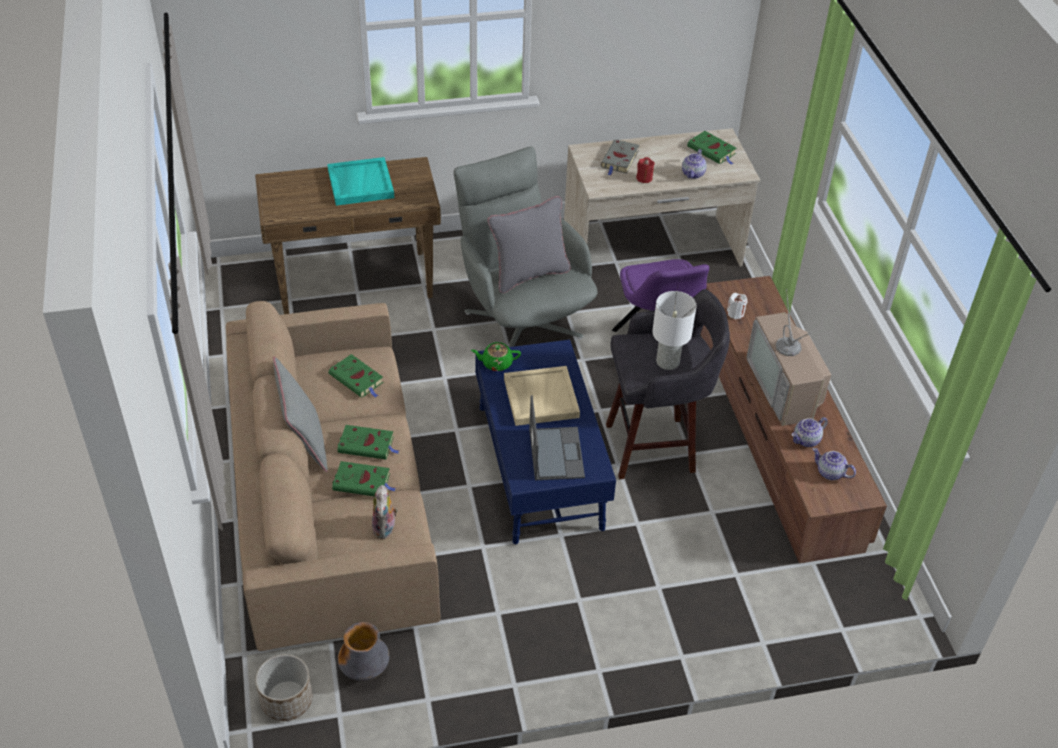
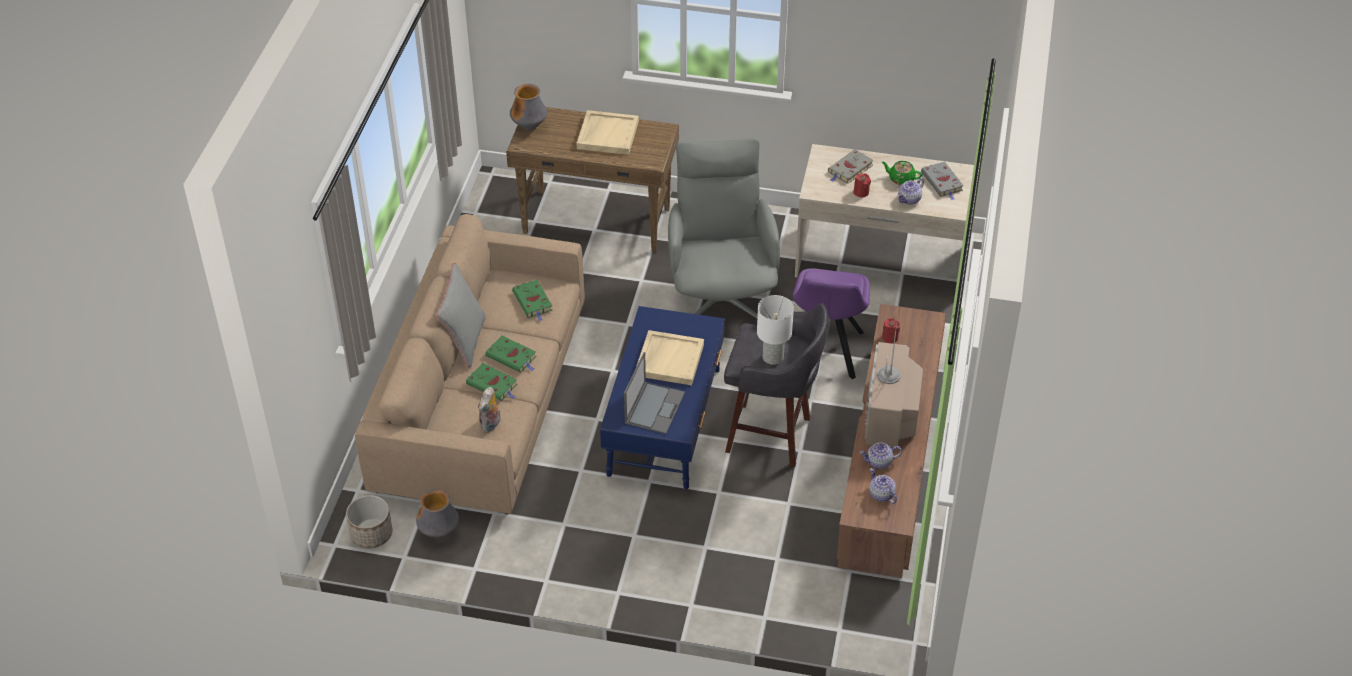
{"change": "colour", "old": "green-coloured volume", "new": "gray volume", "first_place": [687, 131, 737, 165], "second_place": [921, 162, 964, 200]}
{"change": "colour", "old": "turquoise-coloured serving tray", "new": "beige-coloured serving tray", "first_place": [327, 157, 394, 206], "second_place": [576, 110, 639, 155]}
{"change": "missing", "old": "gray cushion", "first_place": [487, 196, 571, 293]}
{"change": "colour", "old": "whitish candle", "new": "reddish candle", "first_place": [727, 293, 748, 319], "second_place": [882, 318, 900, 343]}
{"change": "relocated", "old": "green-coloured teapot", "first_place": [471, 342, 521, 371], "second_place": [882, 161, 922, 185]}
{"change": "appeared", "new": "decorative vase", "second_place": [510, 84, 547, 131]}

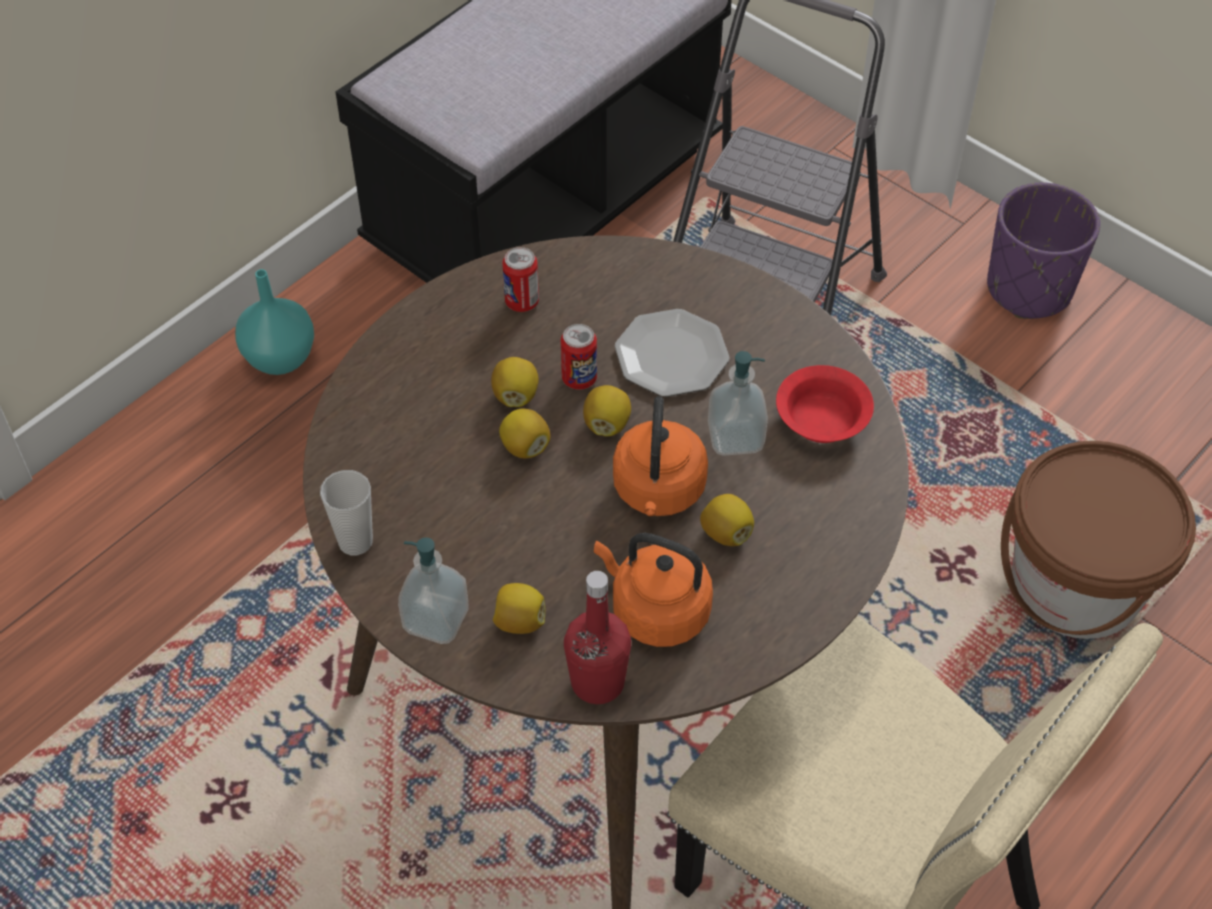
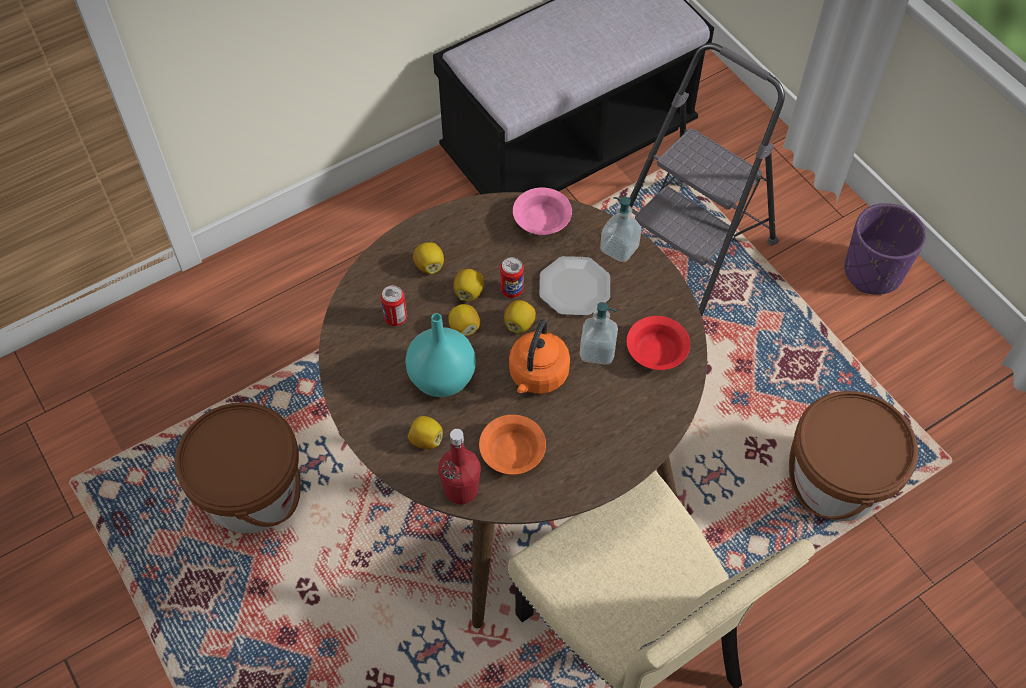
{"change": "relocated", "old": "can", "first_place": [502, 247, 539, 312], "second_place": [381, 285, 407, 326]}
{"change": "relocated", "old": "turquoise-coloured decorative vase", "first_place": [235, 269, 314, 375], "second_place": [405, 313, 476, 397]}
{"change": "missing", "old": "drinking cup", "first_place": [320, 470, 373, 555]}
{"change": "relocated", "old": "whole lemon", "first_place": [700, 494, 754, 546], "second_place": [413, 242, 444, 274]}
{"change": "exchanged", "old": "orange kettle", "new": "orange serving bowl", "first_place": [594, 533, 713, 647], "second_place": [479, 415, 546, 475]}
{"change": "relocated", "old": "soap dispenser", "first_place": [398, 537, 469, 644], "second_place": [600, 197, 642, 262]}
{"change": "appeared", "new": "pink serving bowl", "second_place": [513, 188, 572, 235]}
{"change": "appeared", "new": "brownish water bucket", "second_place": [175, 402, 301, 533]}

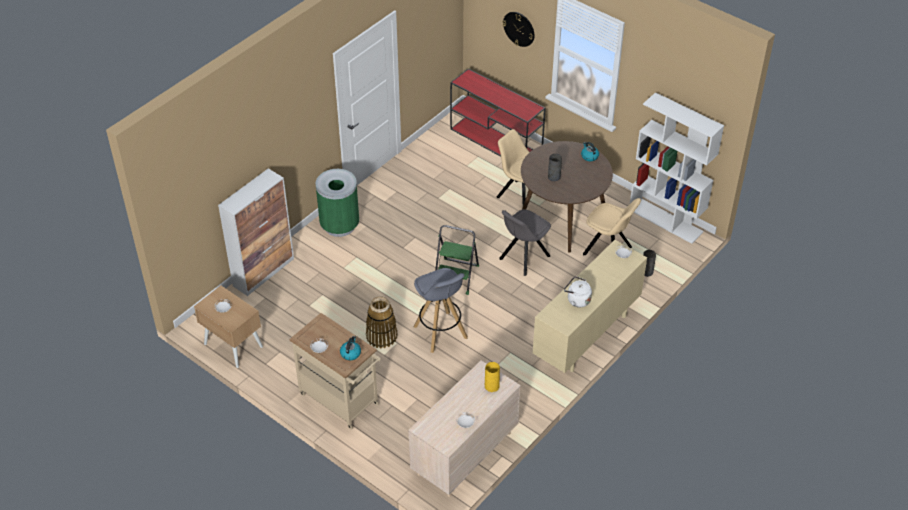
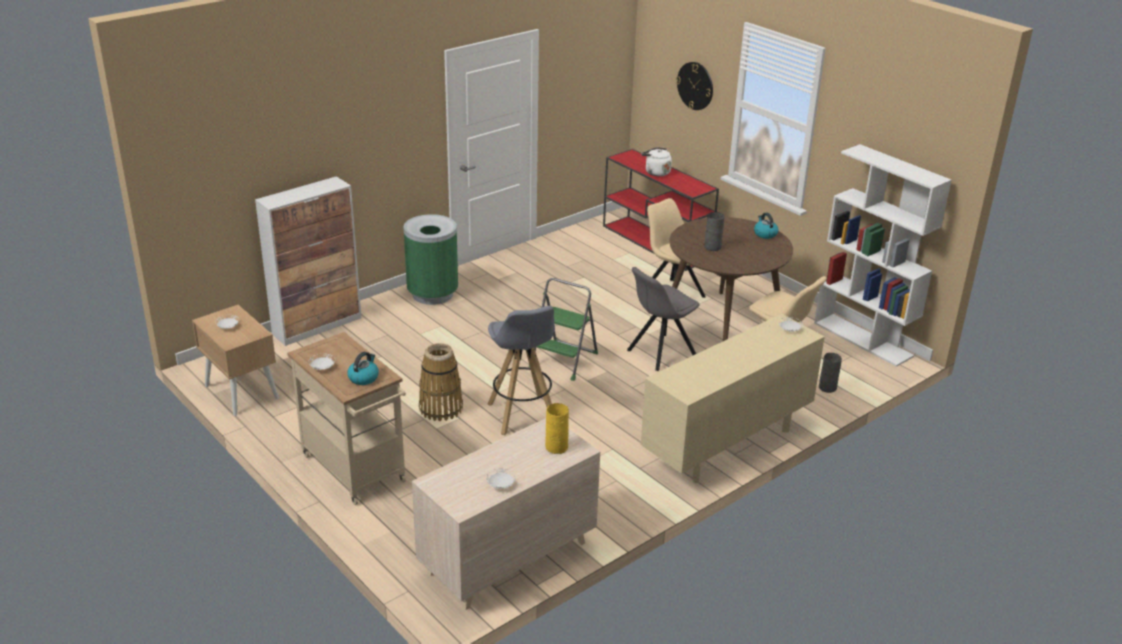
{"change": "relocated", "old": "whitish kettle", "first_place": [564, 276, 592, 307], "second_place": [642, 147, 672, 176]}

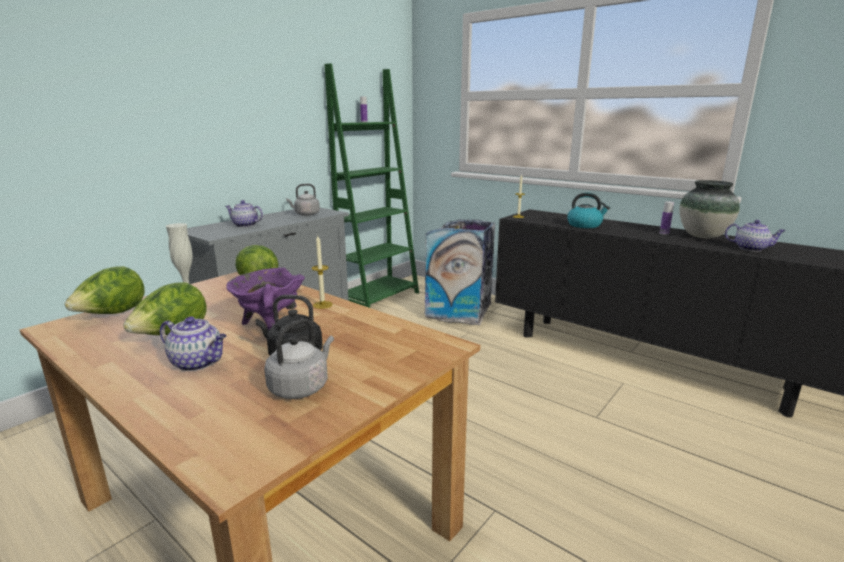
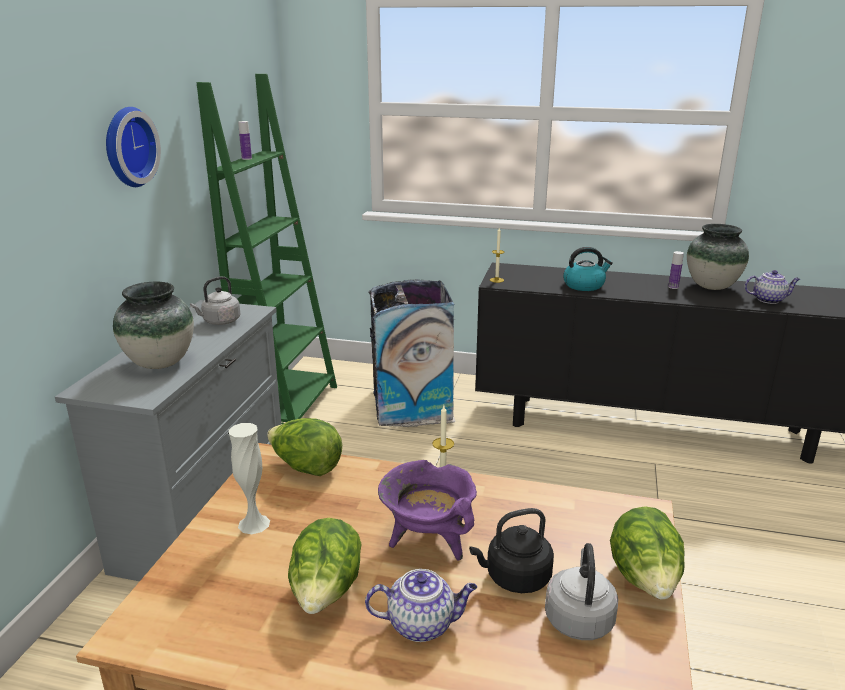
{"change": "exchanged", "old": "teapot", "new": "decorative vase", "first_place": [225, 200, 263, 227], "second_place": [113, 282, 194, 369]}
{"change": "relocated", "old": "head of lettuce", "first_place": [65, 266, 145, 314], "second_place": [610, 506, 685, 600]}
{"change": "appeared", "new": "wall clock", "second_place": [106, 107, 161, 187]}

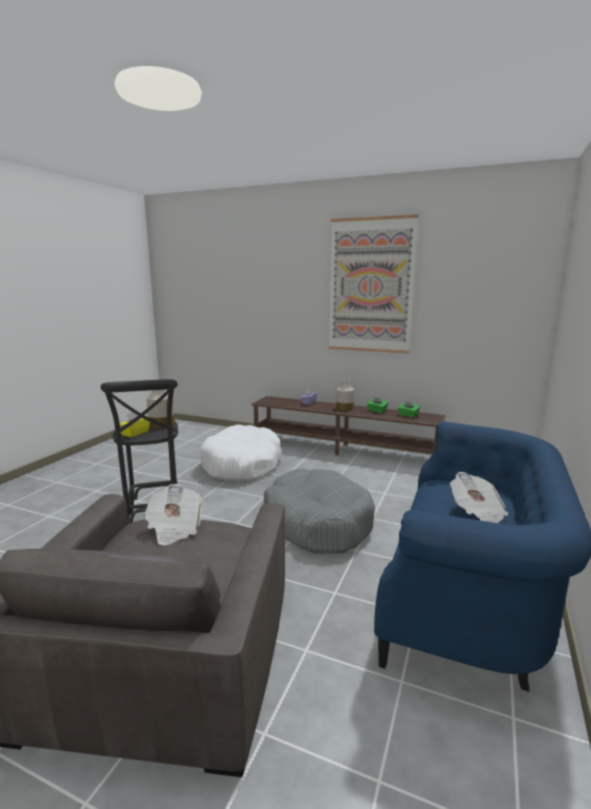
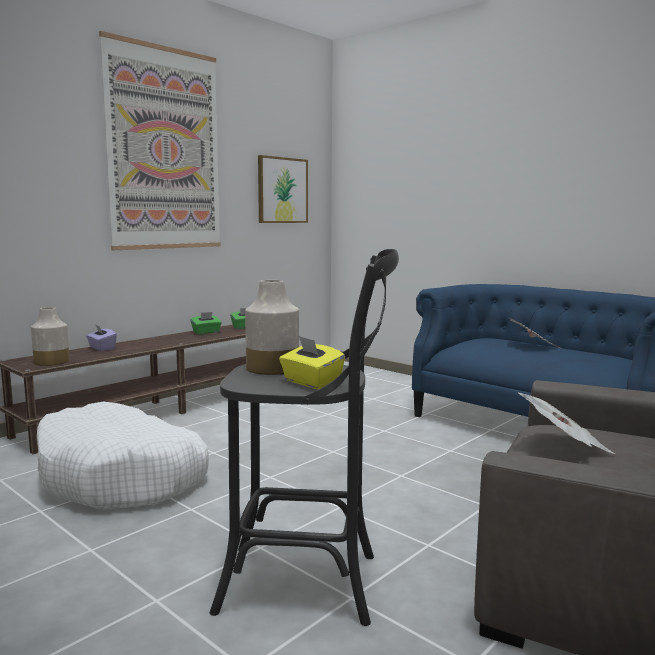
{"change": "relocated", "old": "beige-coloured decorative vase", "first_place": [336, 379, 354, 411], "second_place": [31, 307, 70, 366]}
{"change": "missing", "old": "gray pet bed", "first_place": [264, 468, 375, 554]}
{"change": "appeared", "new": "wall picture", "second_place": [258, 155, 308, 223]}

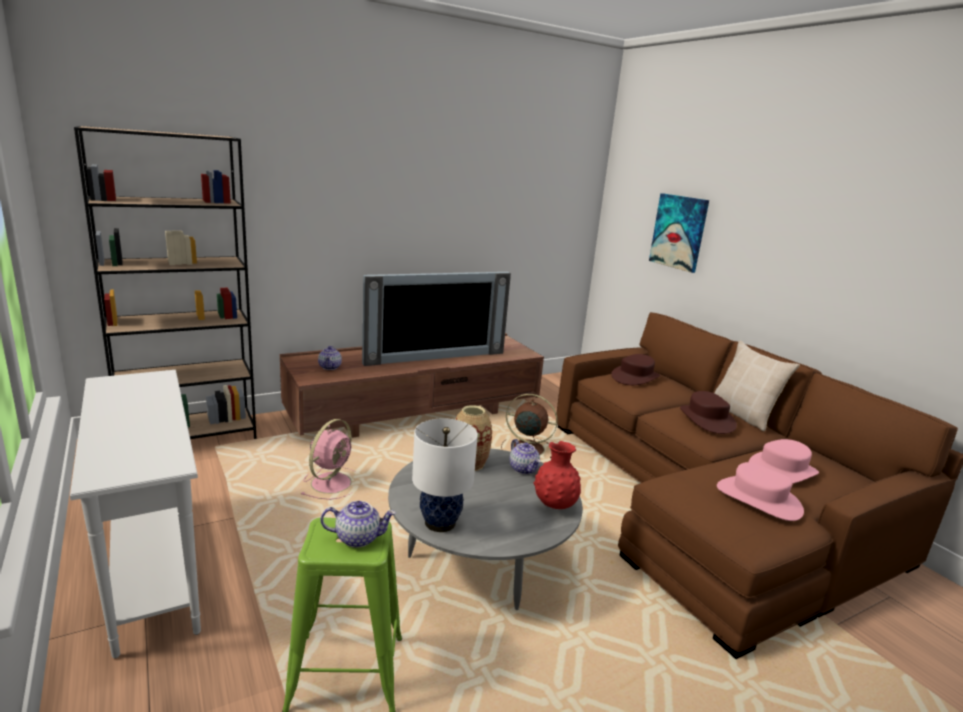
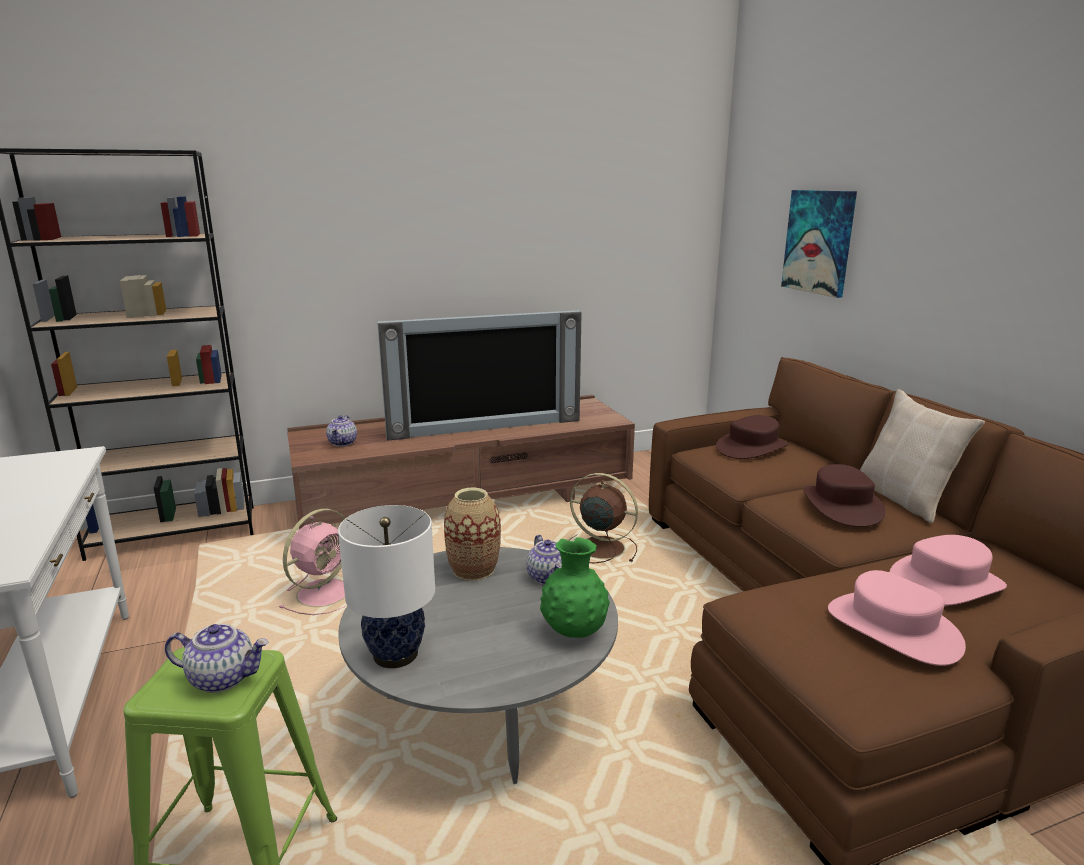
{"change": "colour", "old": "reddish decorative vase", "new": "green-coloured decorative vase", "first_place": [533, 441, 581, 509], "second_place": [540, 537, 610, 638]}

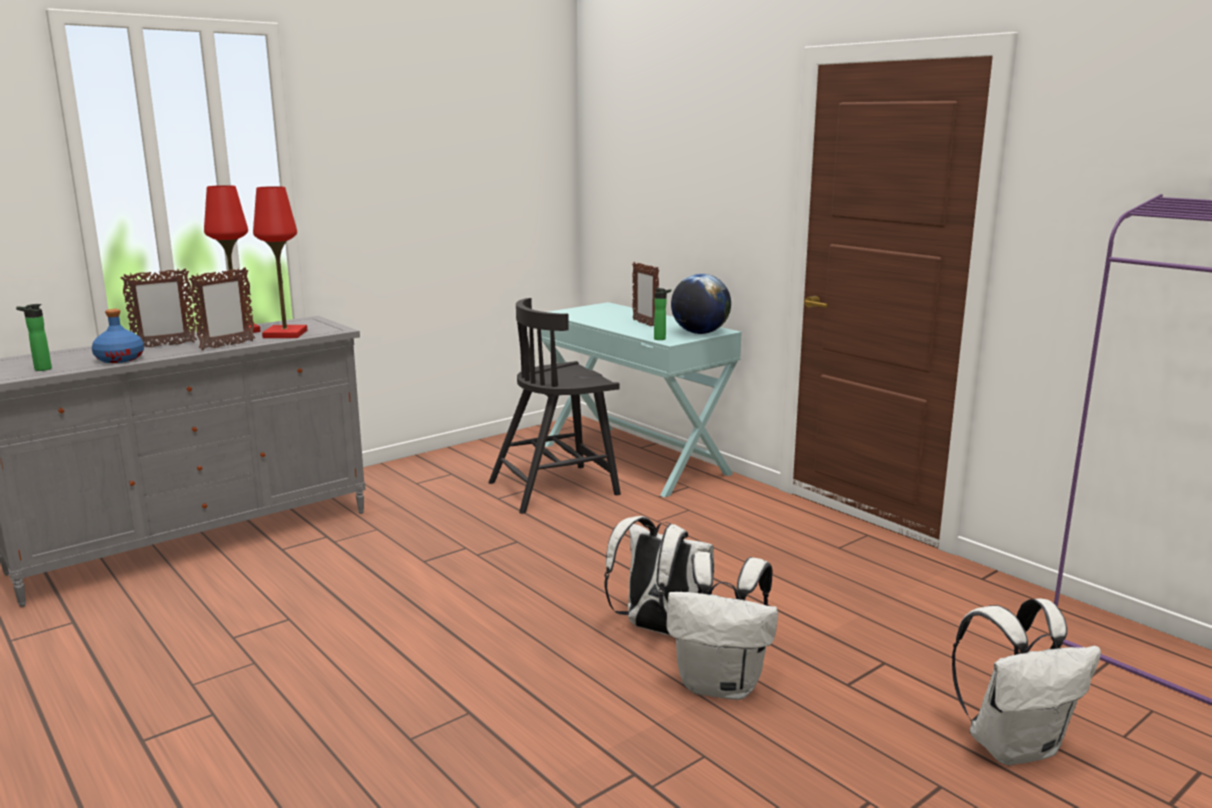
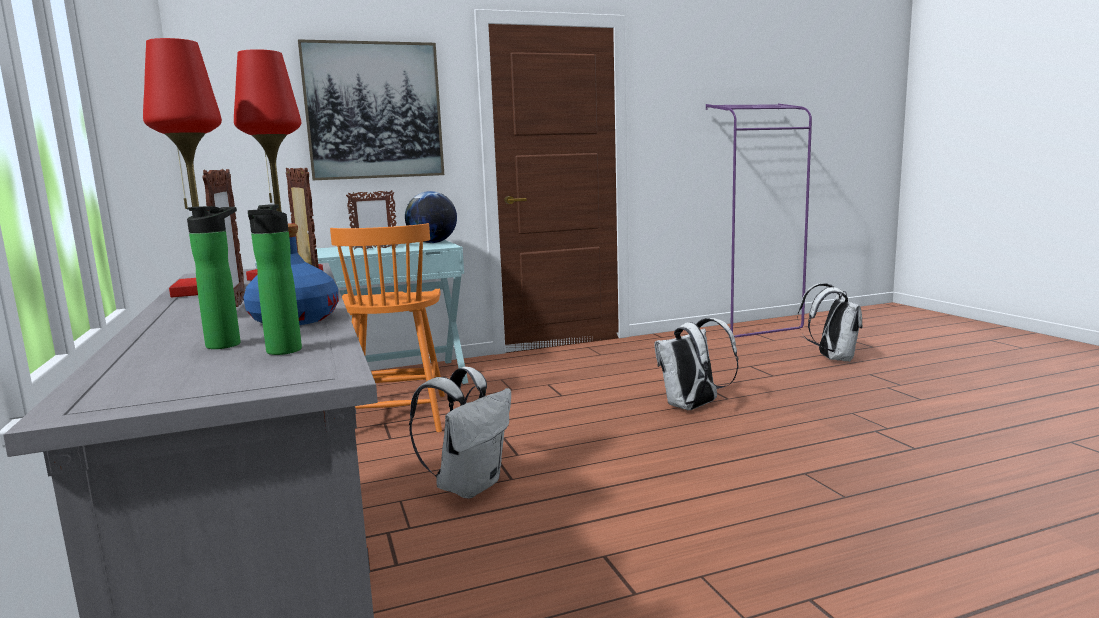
{"change": "relocated", "old": "beverage bottle", "first_place": [654, 288, 671, 340], "second_place": [187, 206, 241, 349]}
{"change": "colour", "old": "black-coloured plain chair", "new": "orange plain chair", "first_place": [488, 298, 621, 514], "second_place": [330, 223, 445, 432]}
{"change": "relocated", "old": "whitish rucksack", "first_place": [666, 552, 778, 700], "second_place": [409, 367, 511, 498]}
{"change": "appeared", "new": "wall picture", "second_place": [298, 40, 444, 180]}

